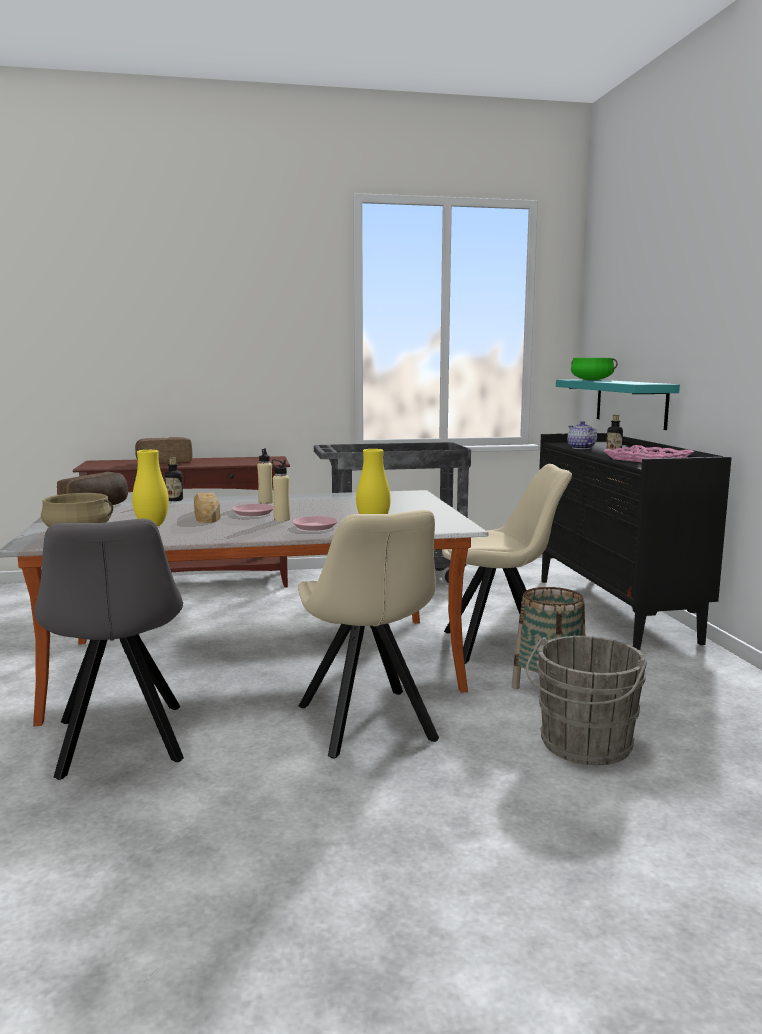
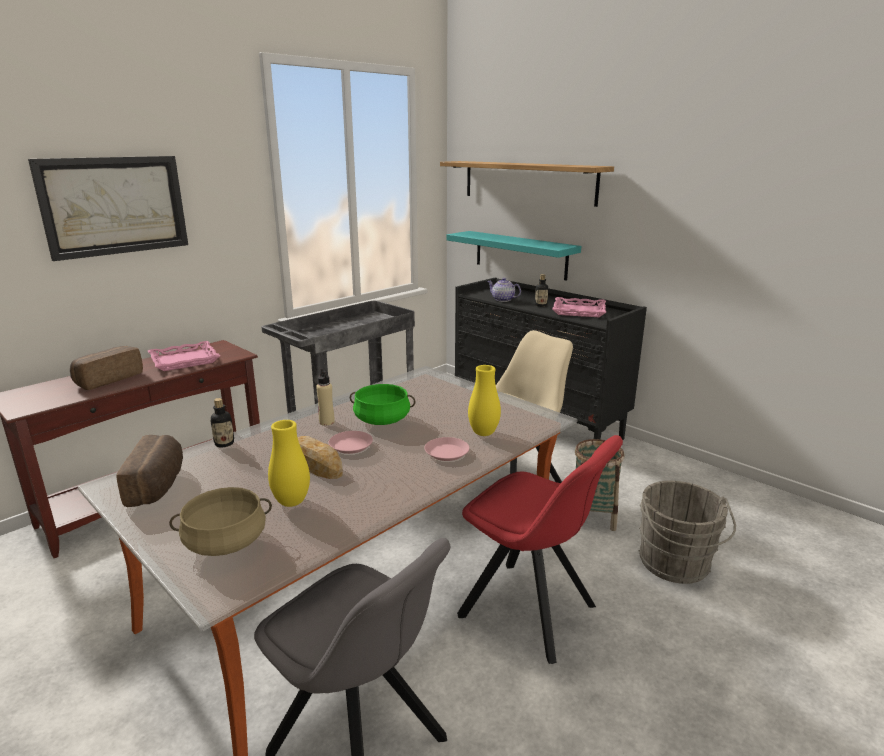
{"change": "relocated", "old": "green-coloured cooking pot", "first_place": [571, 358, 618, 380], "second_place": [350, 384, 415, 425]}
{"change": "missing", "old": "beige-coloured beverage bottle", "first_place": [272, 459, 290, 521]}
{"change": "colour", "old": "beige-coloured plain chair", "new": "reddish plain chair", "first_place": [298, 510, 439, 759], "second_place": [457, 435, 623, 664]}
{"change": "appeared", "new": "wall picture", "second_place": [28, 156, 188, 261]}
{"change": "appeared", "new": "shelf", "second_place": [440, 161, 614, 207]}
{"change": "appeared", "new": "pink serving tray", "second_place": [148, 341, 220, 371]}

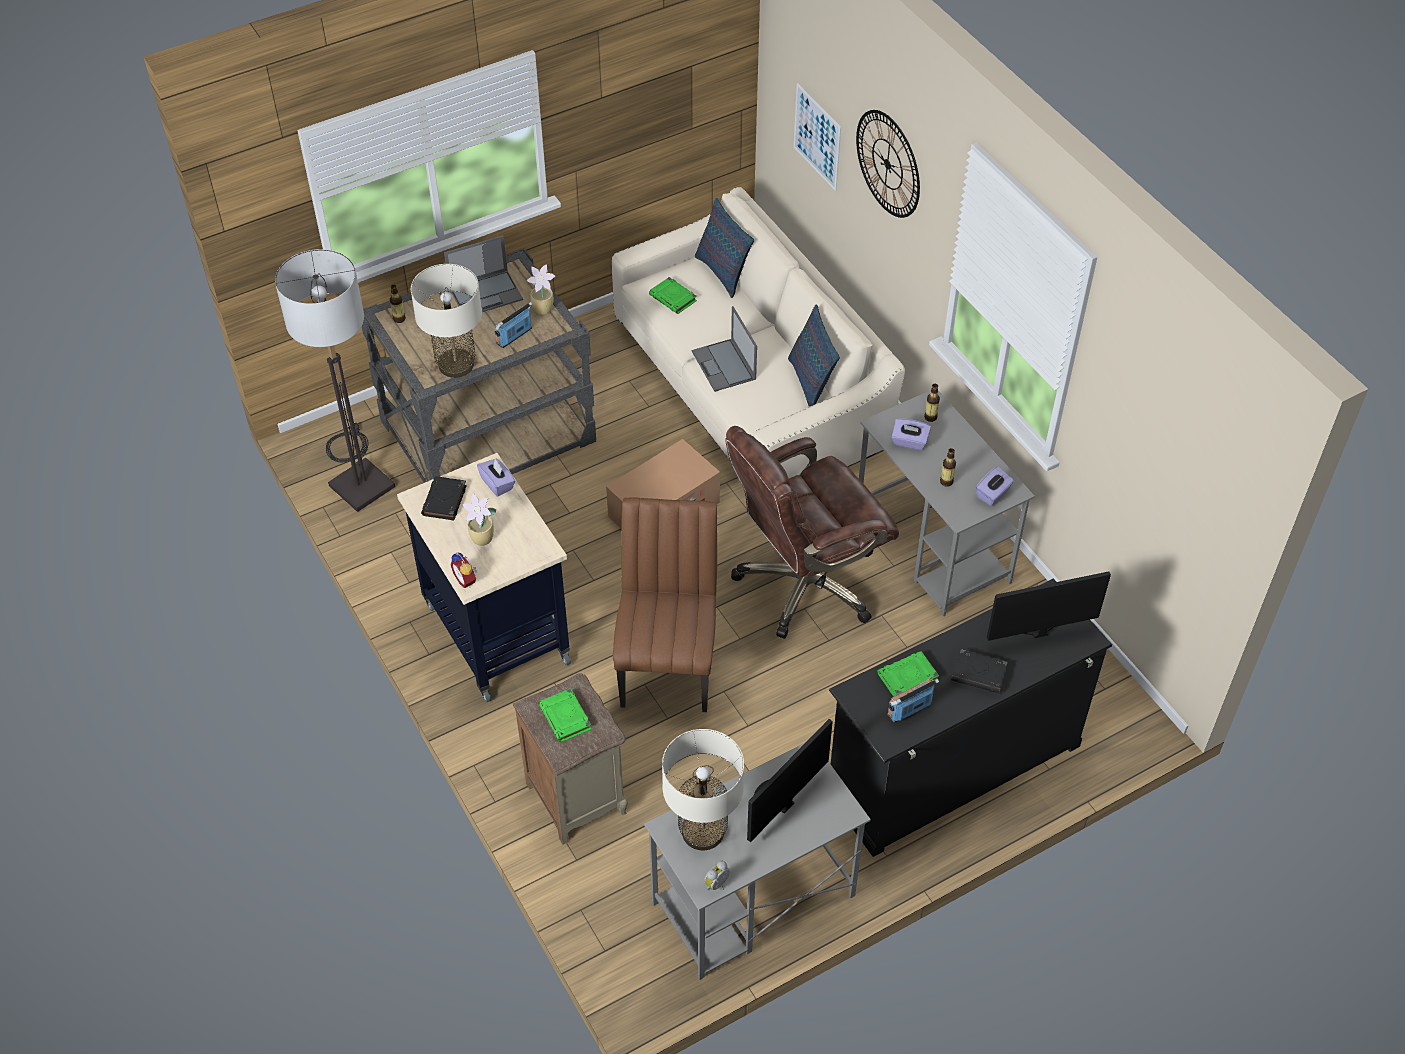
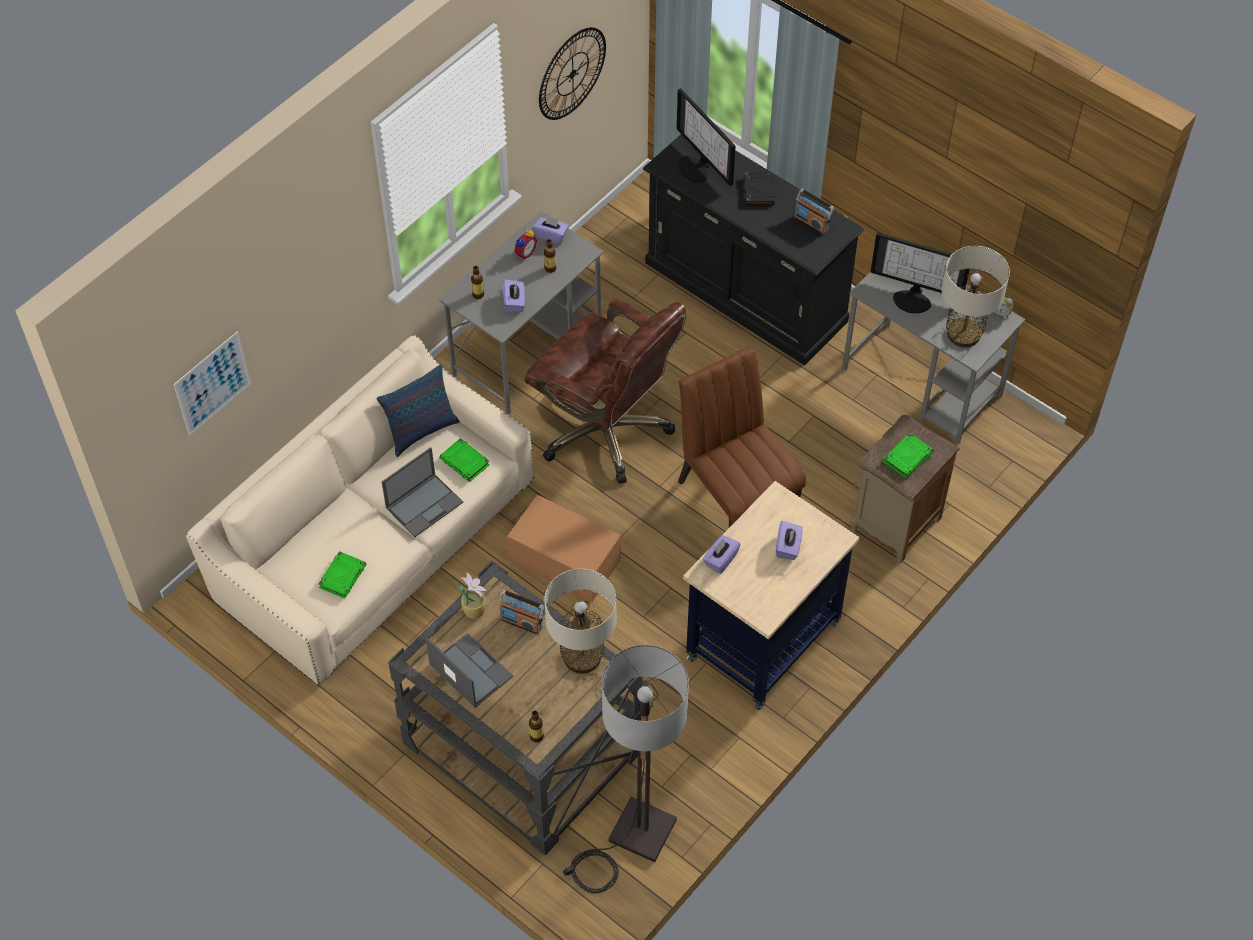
{"change": "relocated", "old": "wall clock", "first_place": [856, 110, 920, 218], "second_place": [539, 27, 606, 120]}
{"change": "missing", "old": "blue-coloured cushion", "first_place": [695, 198, 754, 298]}
{"change": "missing", "old": "black-coloured volume", "first_place": [421, 476, 467, 520]}
{"change": "exchanged", "old": "houseplant", "new": "purple-coloured tissue box", "first_place": [463, 493, 496, 546], "second_place": [776, 521, 803, 560]}
{"change": "spun", "old": "brownish plain chair", "first_place": [613, 497, 717, 712], "second_place": [678, 347, 806, 528], "degrees": 75}
{"change": "relocated", "old": "table clock", "first_place": [450, 552, 477, 588], "second_place": [513, 229, 537, 259]}
{"change": "relocated", "old": "green-coloured volume", "first_place": [878, 651, 939, 697], "second_place": [440, 438, 490, 482]}

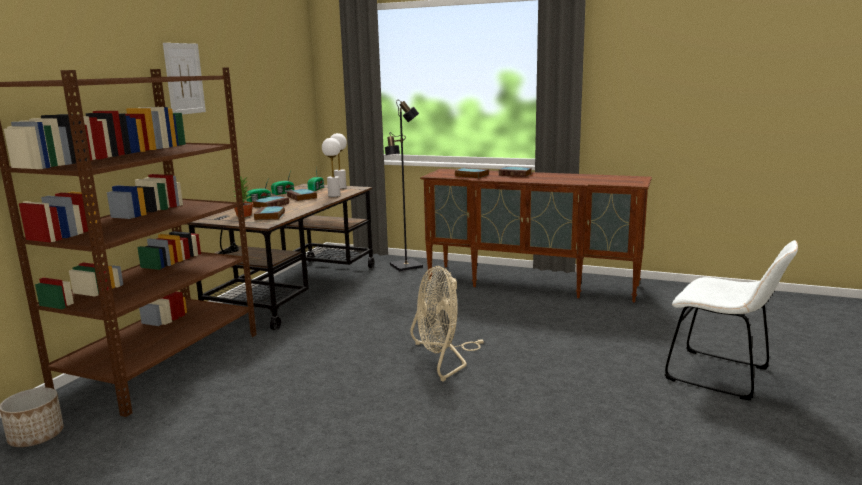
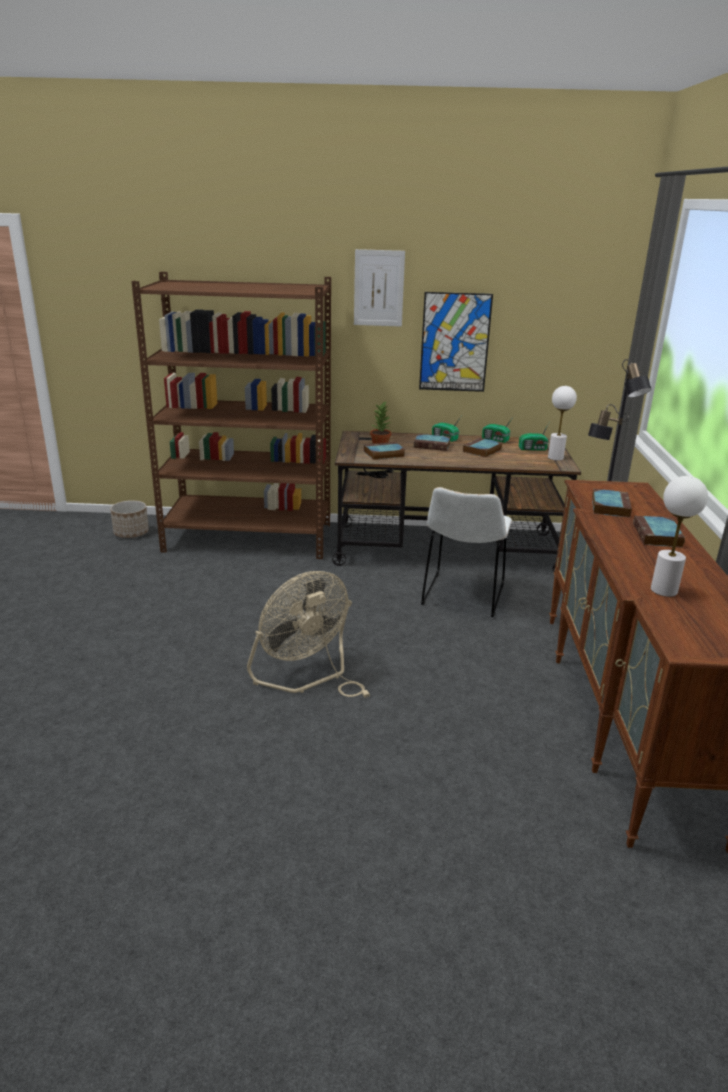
{"change": "relocated", "old": "whitish lamp for a table", "first_place": [322, 138, 341, 197], "second_place": [651, 476, 708, 597]}
{"change": "relocated", "old": "whitish plain chair", "first_place": [665, 240, 798, 400], "second_place": [421, 487, 512, 617]}
{"change": "appeared", "new": "wall picture", "second_place": [419, 292, 493, 392]}

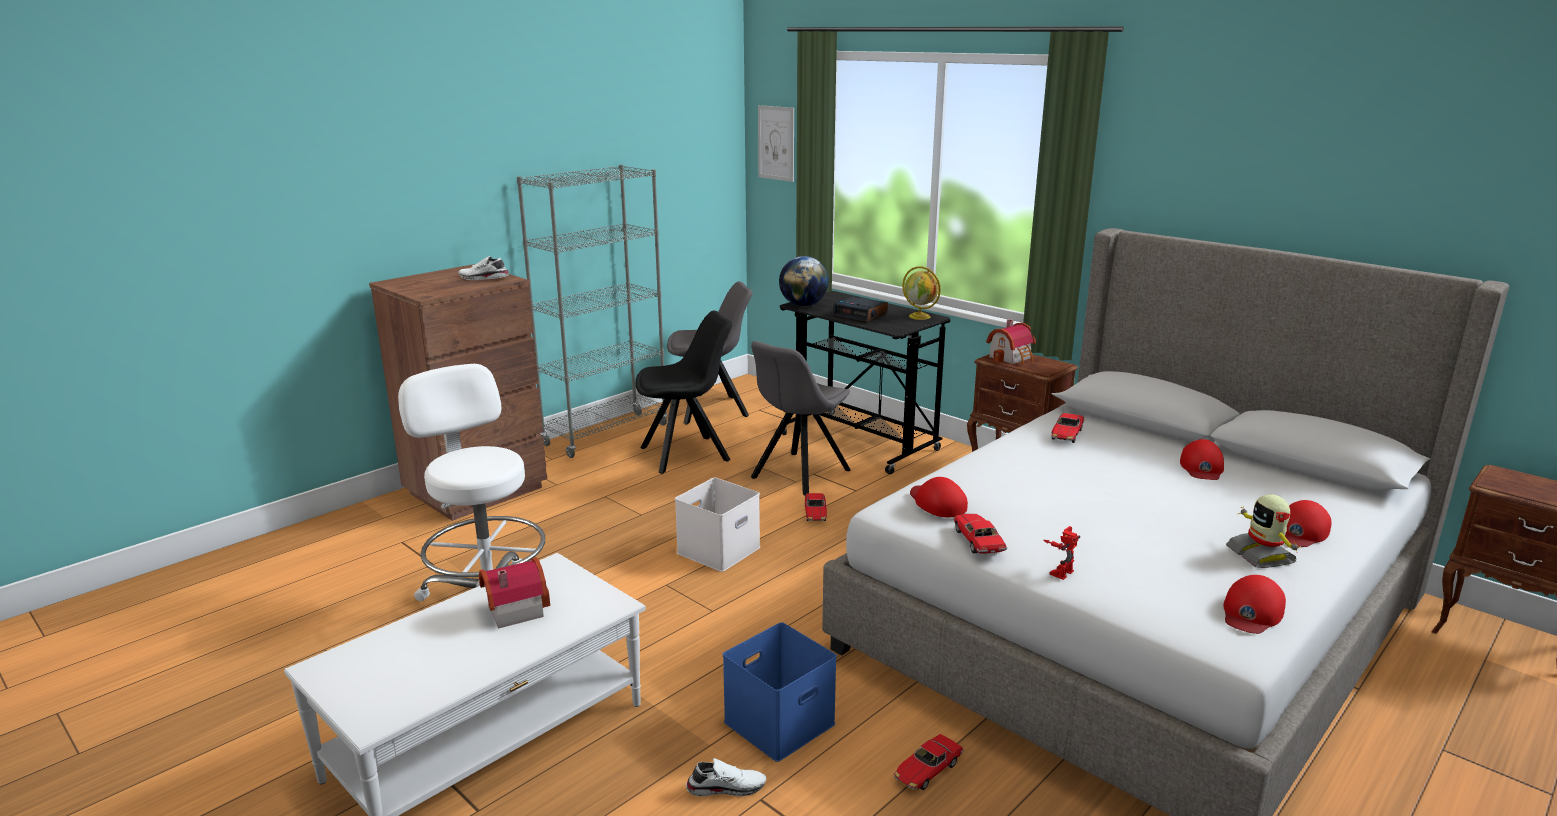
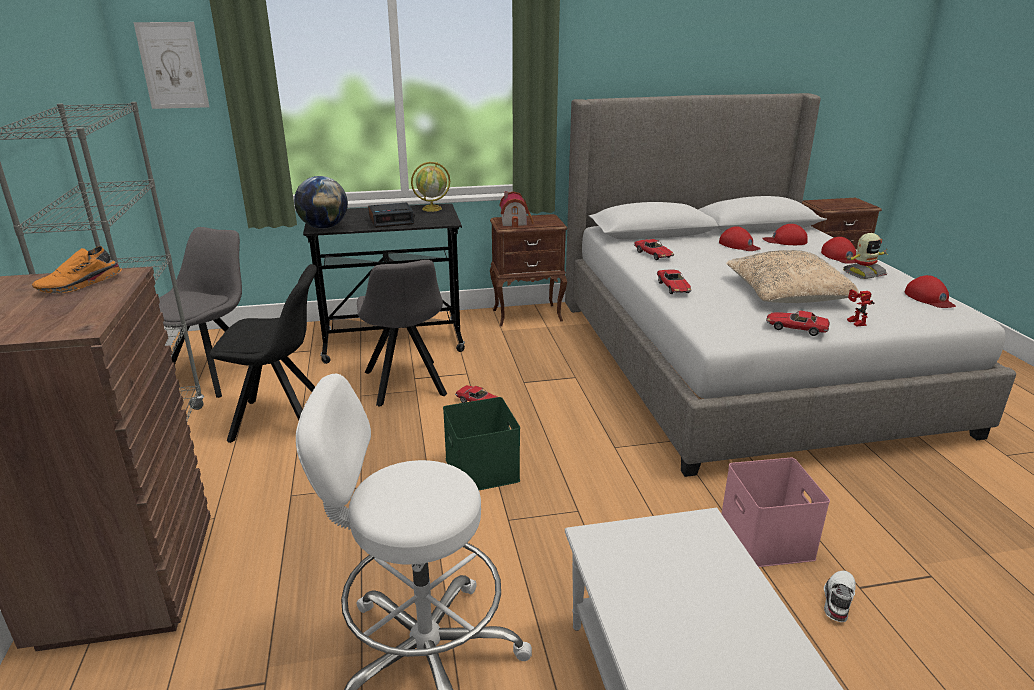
{"change": "colour", "old": "whitish low shoe", "new": "orange low shoe", "first_place": [458, 256, 510, 280], "second_place": [32, 246, 122, 293]}
{"change": "spun", "old": "black-coloured plain chair", "first_place": [636, 311, 732, 474], "second_place": [210, 264, 317, 443], "degrees": 75}
{"change": "relocated", "old": "reddish baseball cap", "first_place": [910, 477, 968, 517], "second_place": [762, 224, 808, 245]}
{"change": "colour", "old": "whitish storage container", "new": "green-coloured storage container", "first_place": [675, 478, 760, 572], "second_place": [443, 397, 520, 490]}
{"change": "spun", "old": "toy robot", "first_place": [1226, 494, 1301, 568], "second_place": [843, 233, 887, 279], "degrees": -45}
{"change": "missing", "old": "model house", "first_place": [479, 557, 550, 629]}
{"change": "colour", "old": "blue-coloured storage container", "new": "pink storage container", "first_place": [723, 622, 837, 762], "second_place": [722, 458, 830, 567]}
{"change": "relocated", "old": "miniature car", "first_place": [894, 734, 964, 790], "second_place": [657, 270, 691, 294]}
{"change": "appeared", "new": "beige-coloured cushion", "second_place": [727, 250, 860, 303]}

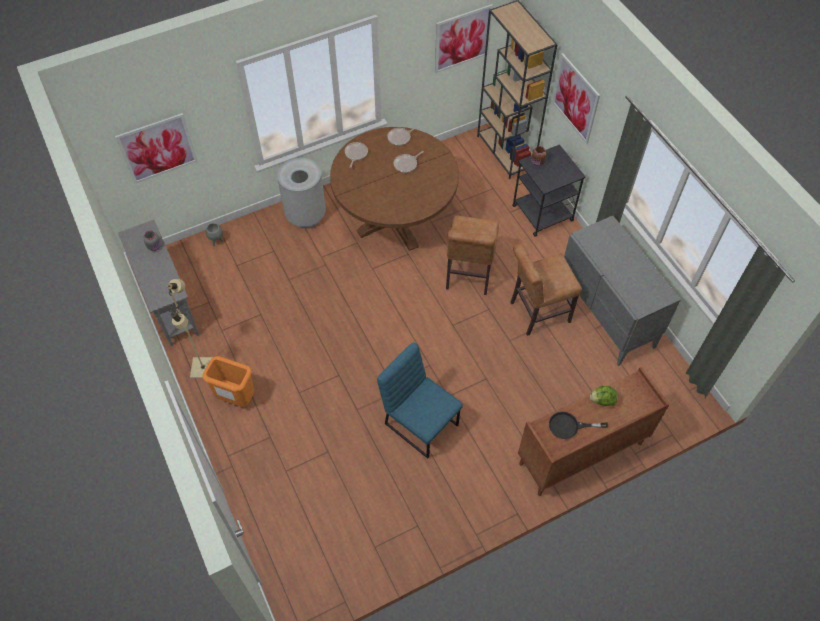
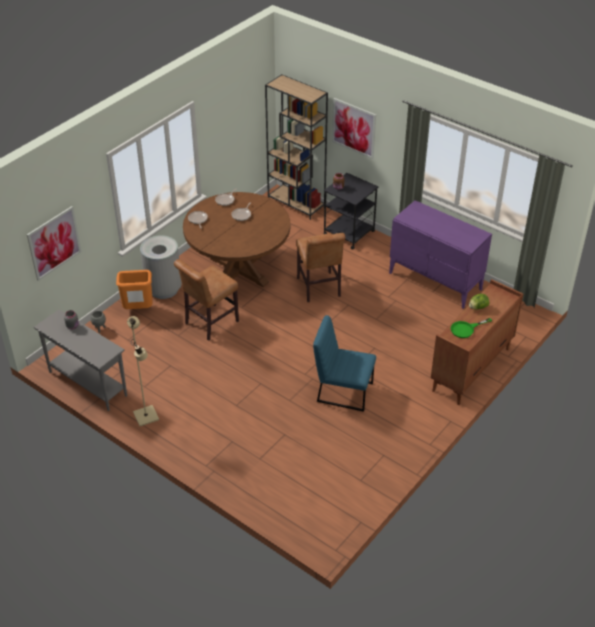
{"change": "missing", "old": "wall picture", "first_place": [435, 4, 493, 73]}
{"change": "colour", "old": "gray storage cabinet", "new": "purple-coloured storage cabinet", "first_place": [564, 216, 681, 366], "second_place": [389, 200, 492, 309]}
{"change": "relocated", "old": "brownish plain chair", "first_place": [510, 244, 582, 336], "second_place": [174, 259, 239, 341]}
{"change": "relocated", "old": "orange trash can", "first_place": [202, 356, 254, 407], "second_place": [116, 270, 153, 309]}
{"change": "colour", "old": "black-coloured pan", "new": "green-coloured pan", "first_place": [549, 412, 608, 439], "second_place": [451, 318, 492, 338]}

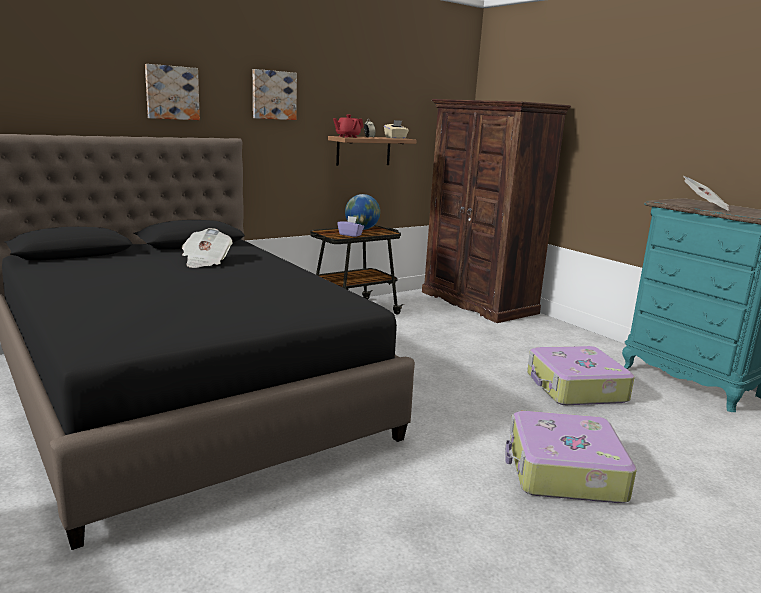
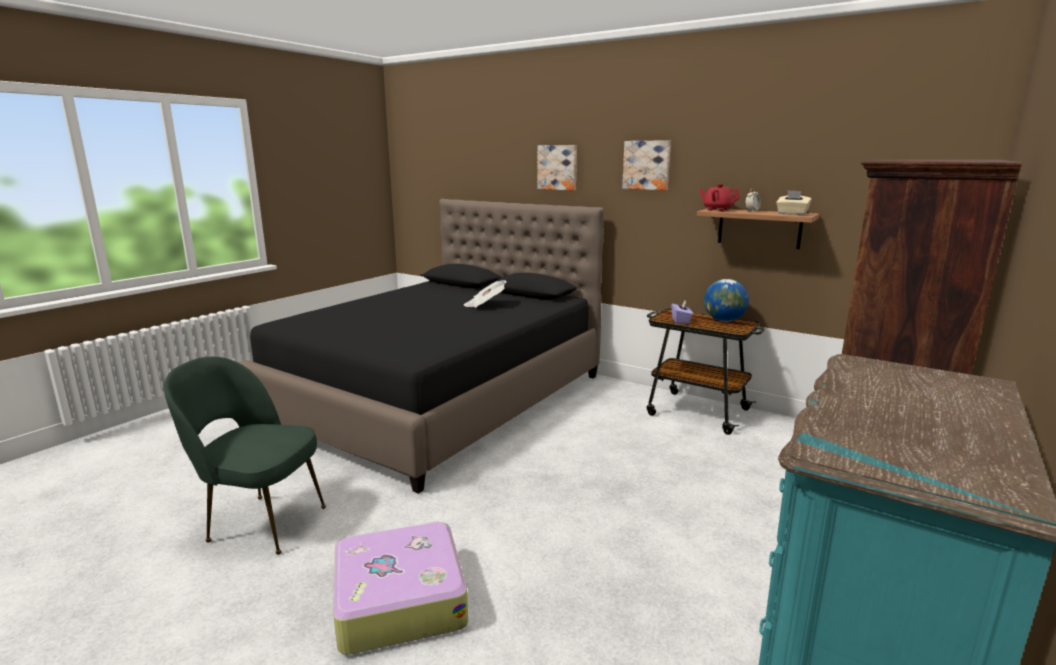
{"change": "missing", "old": "newspaper", "first_place": [683, 176, 729, 211]}
{"change": "missing", "old": "piece of luggage", "first_place": [527, 346, 635, 405]}
{"change": "appeared", "new": "green-coloured plain chair", "second_place": [164, 357, 326, 555]}

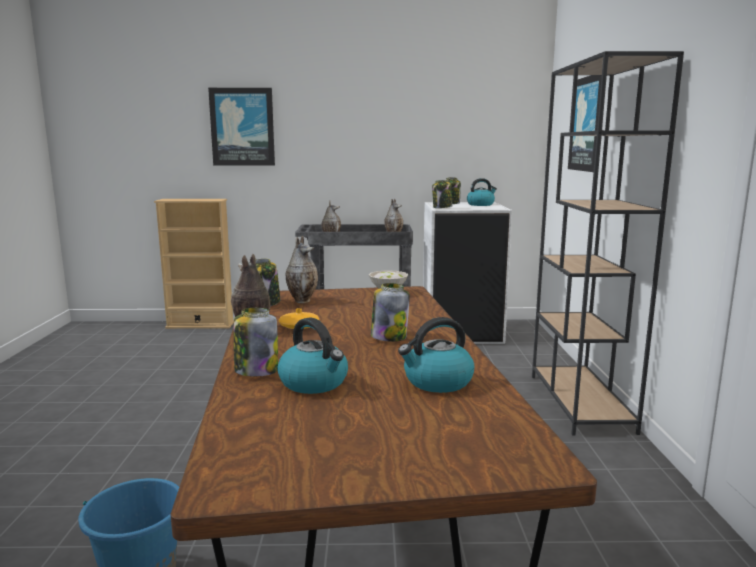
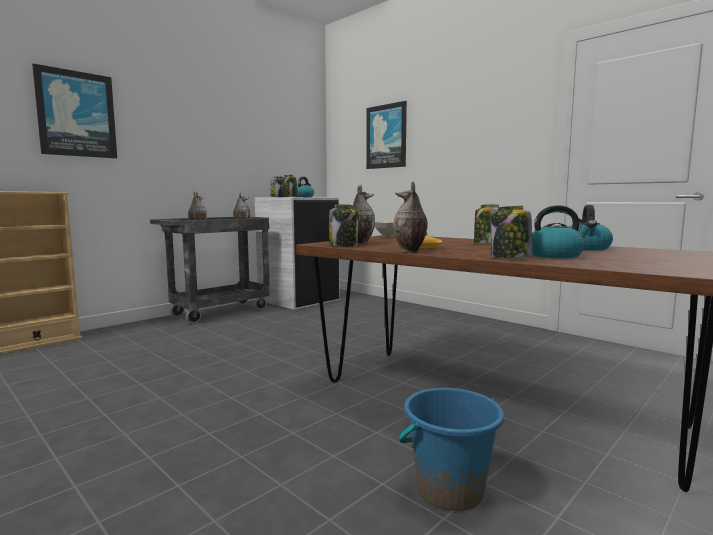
{"change": "missing", "old": "bookshelf", "first_place": [532, 51, 684, 435]}

